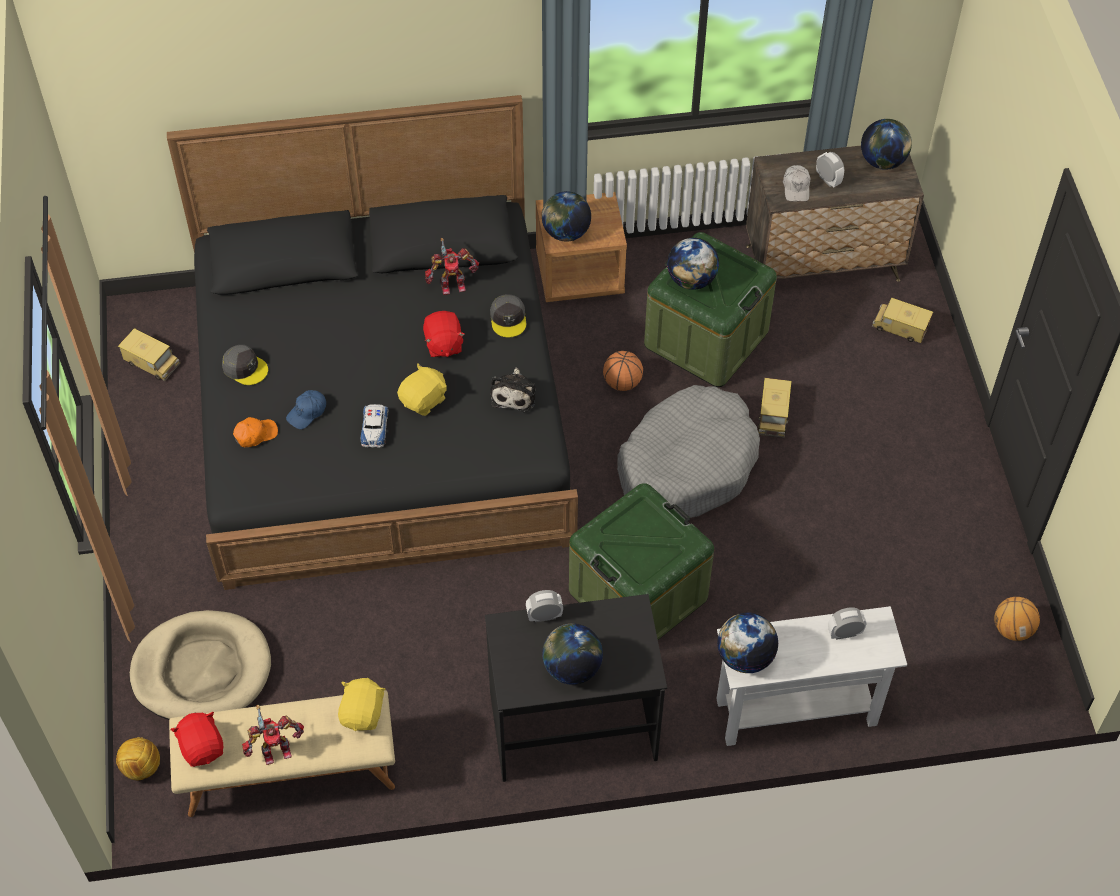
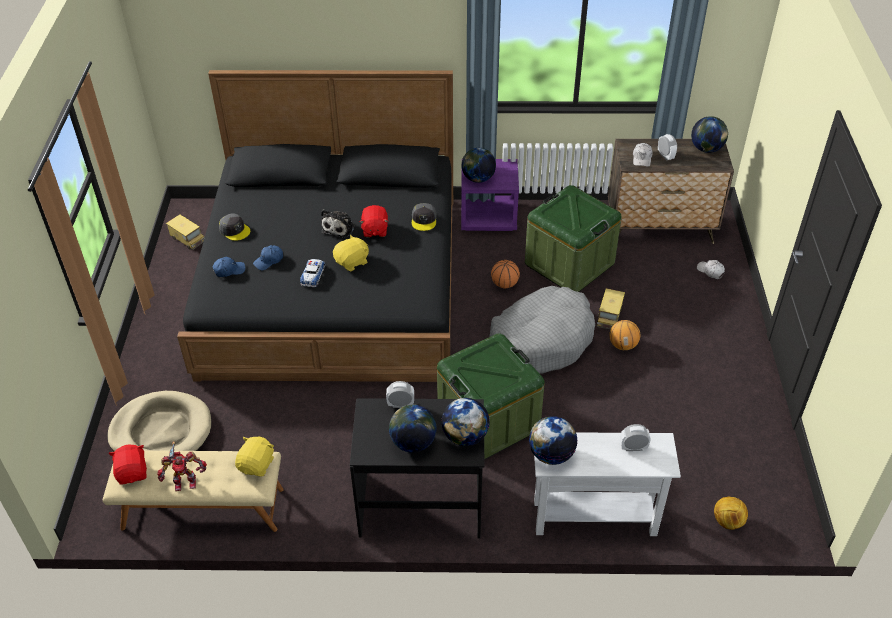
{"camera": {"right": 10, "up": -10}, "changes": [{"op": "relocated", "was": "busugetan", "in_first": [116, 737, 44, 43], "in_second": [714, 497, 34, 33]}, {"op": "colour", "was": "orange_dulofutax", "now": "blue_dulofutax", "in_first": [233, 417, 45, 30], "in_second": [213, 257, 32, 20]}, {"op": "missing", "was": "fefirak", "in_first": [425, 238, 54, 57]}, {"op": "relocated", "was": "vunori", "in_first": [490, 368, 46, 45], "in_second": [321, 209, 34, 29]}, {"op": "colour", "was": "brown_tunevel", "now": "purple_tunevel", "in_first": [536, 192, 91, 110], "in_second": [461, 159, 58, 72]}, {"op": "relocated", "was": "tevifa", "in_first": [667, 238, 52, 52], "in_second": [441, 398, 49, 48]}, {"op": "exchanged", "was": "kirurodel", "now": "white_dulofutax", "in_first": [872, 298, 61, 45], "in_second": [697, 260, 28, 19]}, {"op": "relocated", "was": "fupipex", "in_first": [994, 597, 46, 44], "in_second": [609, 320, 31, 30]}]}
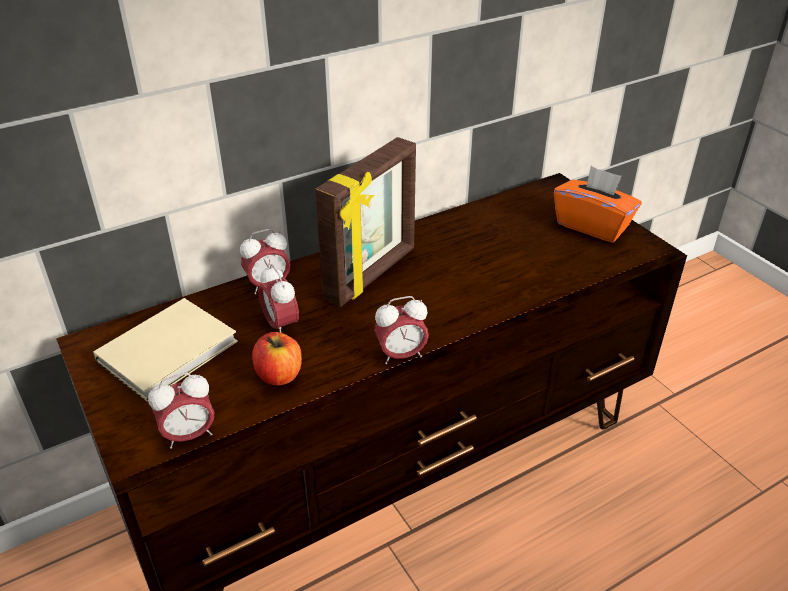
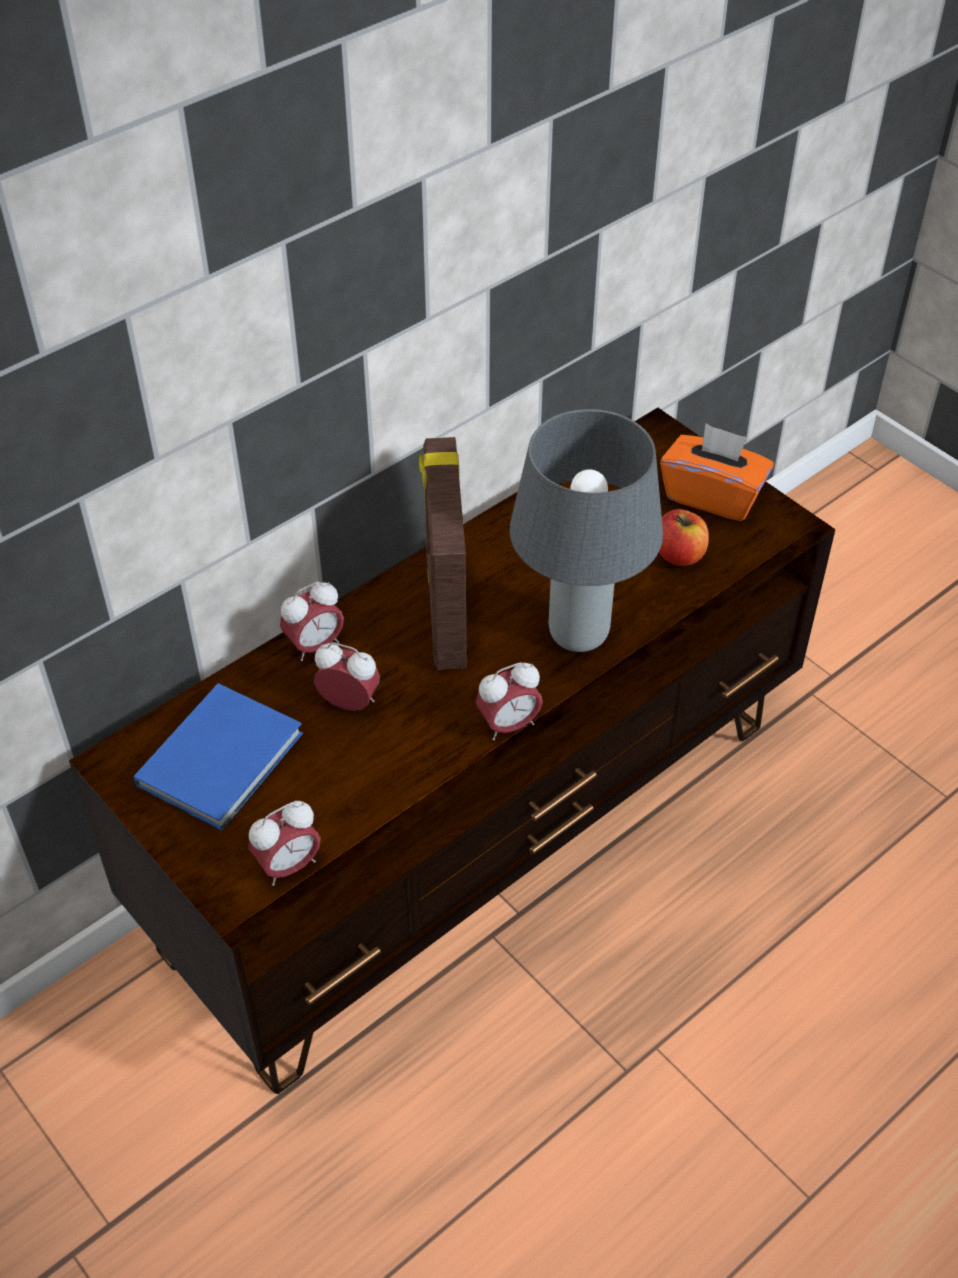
{"camera": {"right": -10, "up": 10}, "changes": [{"op": "colour", "was": "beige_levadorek", "now": "blue_levadorek", "in_first": [93, 298, 145, 104], "in_second": [134, 683, 169, 148]}, {"op": "relocated", "was": "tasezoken", "in_first": [252, 332, 50, 53], "in_second": [659, 509, 50, 57]}, {"op": "spun", "was": "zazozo", "in_first": [258, 264, 41, 68], "in_second": [314, 642, 66, 69], "clockwise": 150}, {"op": "spun", "was": "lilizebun", "in_first": [315, 137, 101, 170], "in_second": [419, 437, 48, 233], "clockwise": 150}, {"op": "appeared", "now": "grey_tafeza", "in_second": [510, 409, 153, 243]}]}
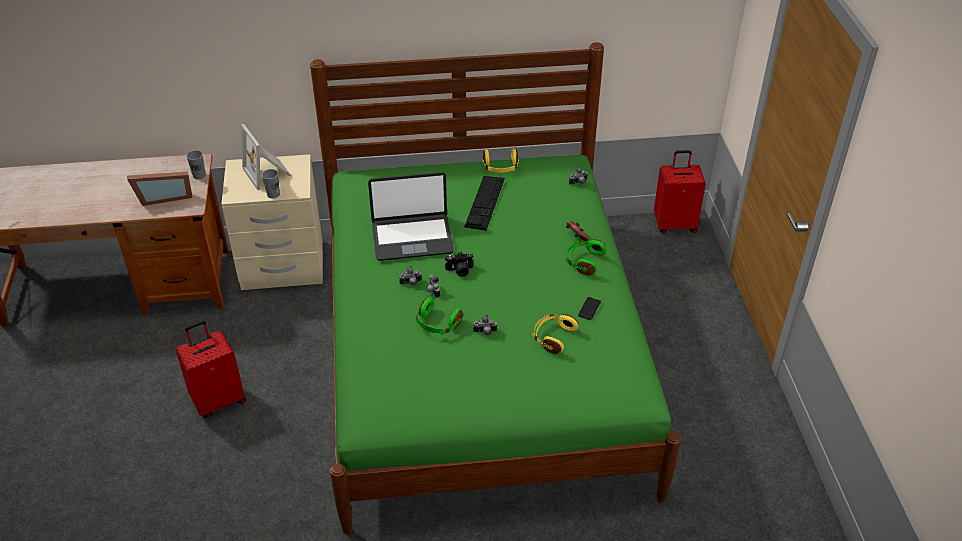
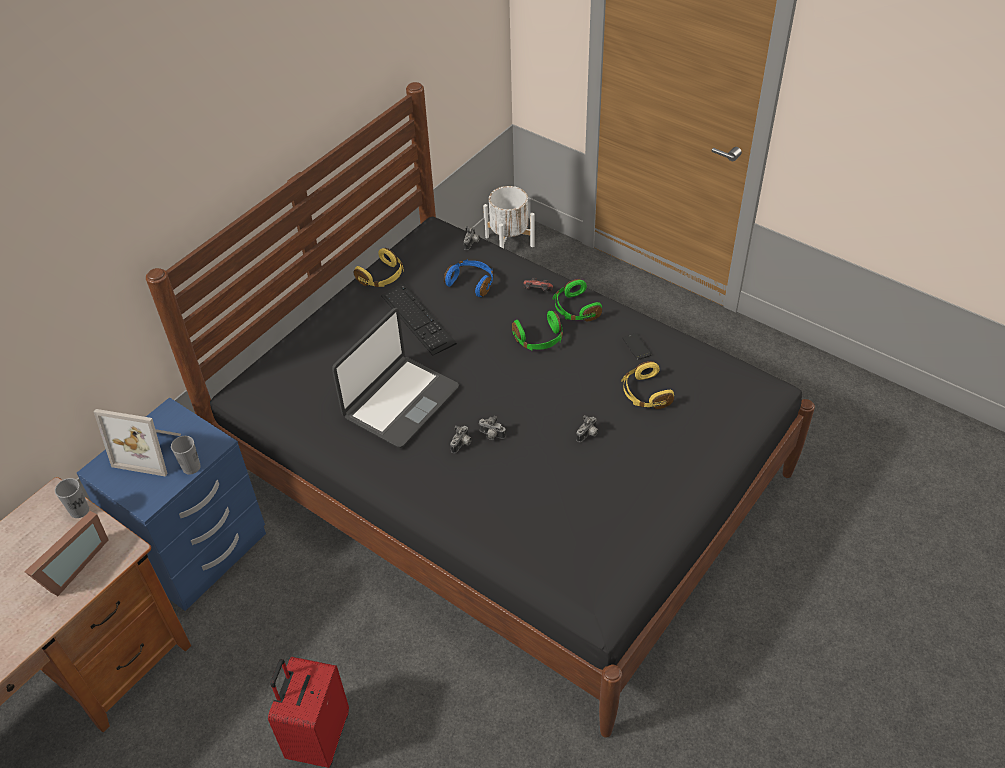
{"camera": {"right": -45, "up": 5}, "changes": [{"op": "colour", "was": "beige_tunevel", "now": "blue_tunevel", "in_first": [221, 154, 102, 136], "in_second": [77, 397, 189, 214]}, {"op": "colour", "was": "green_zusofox", "now": "black_zusofox", "in_first": [310, 42, 371, 493], "in_second": [146, 82, 669, 656]}, {"op": "relocated", "was": "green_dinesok", "in_first": [416, 298, 47, 37], "in_second": [512, 311, 51, 39]}, {"op": "missing", "was": "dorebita", "in_first": [445, 252, 29, 25]}, {"op": "exchanged", "was": "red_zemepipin", "now": "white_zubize", "in_first": [654, 150, 52, 84], "in_second": [483, 186, 52, 62]}, {"op": "appeared", "now": "blue_dinesok", "in_second": [444, 260, 49, 37]}]}
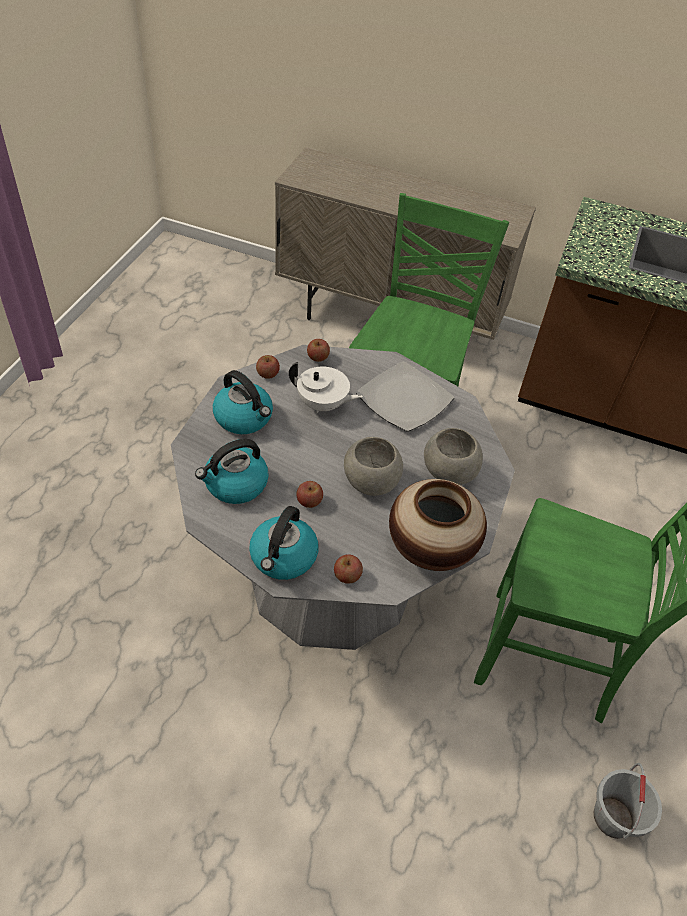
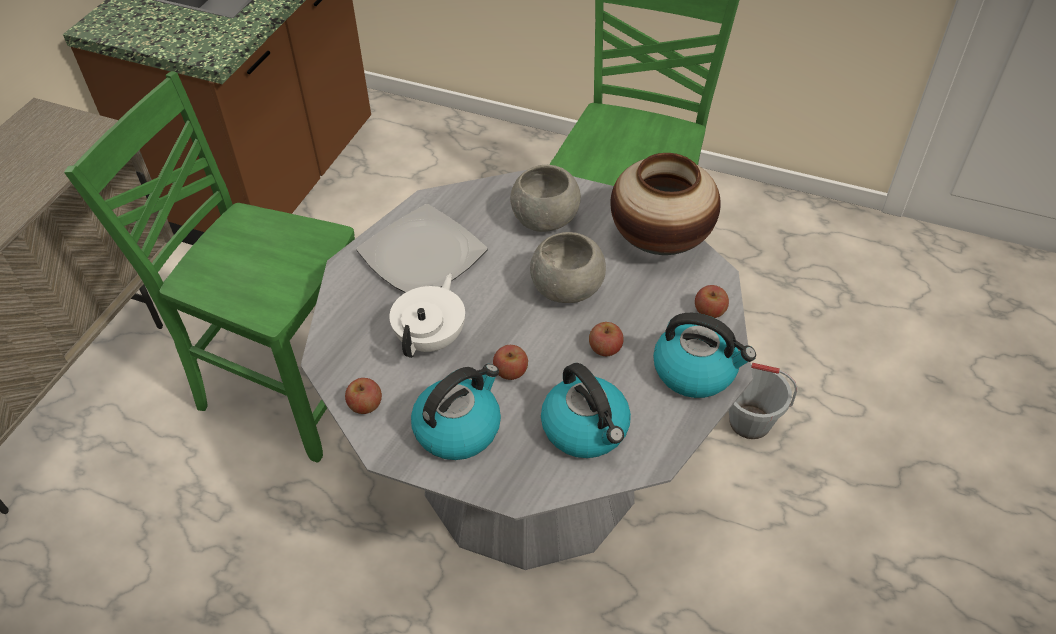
{"camera": {"right": -85, "up": 0}, "changes": [{"op": "relocated", "was": "tasezoken", "in_first": [307, 339, 23, 23], "in_second": [493, 345, 35, 35]}, {"op": "relocated", "was": "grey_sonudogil", "in_first": [594, 763, 68, 76], "in_second": [729, 363, 68, 76]}]}
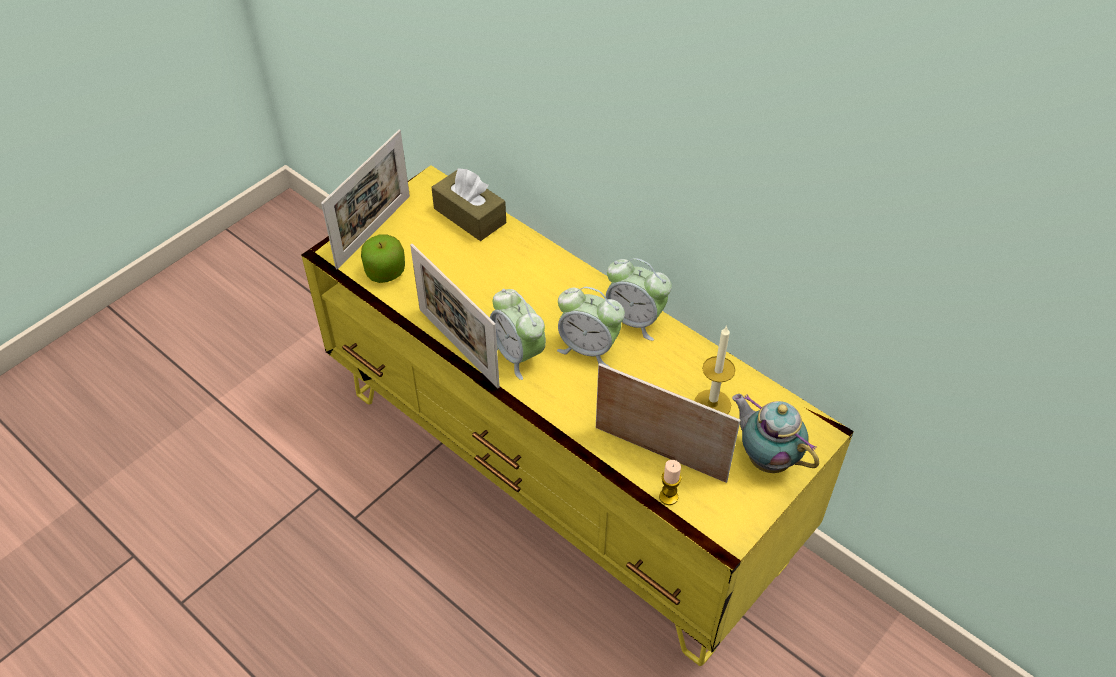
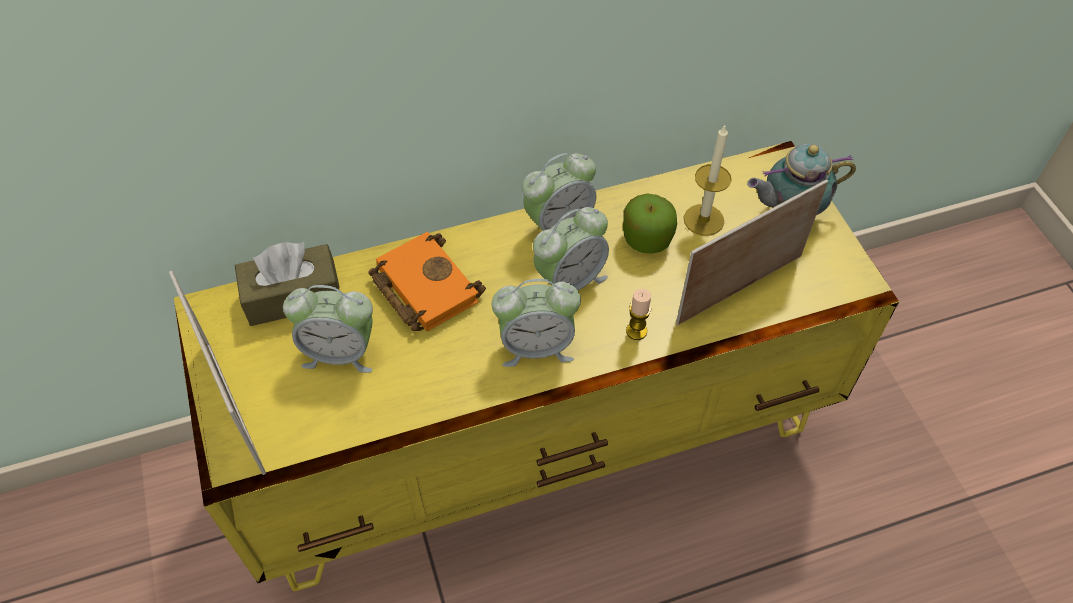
{"camera": {"right": -60, "up": 5}, "changes": [{"op": "relocated", "was": "tasezoken", "in_first": [361, 234, 44, 49], "in_second": [623, 194, 54, 60]}, {"op": "missing", "was": "lilizebun", "in_first": [410, 244, 90, 145]}, {"op": "relocated", "was": "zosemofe", "in_first": [659, 460, 23, 45], "in_second": [626, 289, 25, 51]}, {"op": "appeared", "now": "zazozo", "in_second": [283, 285, 90, 88]}, {"op": "appeared", "now": "orange_levadorek", "in_second": [368, 232, 118, 100]}]}
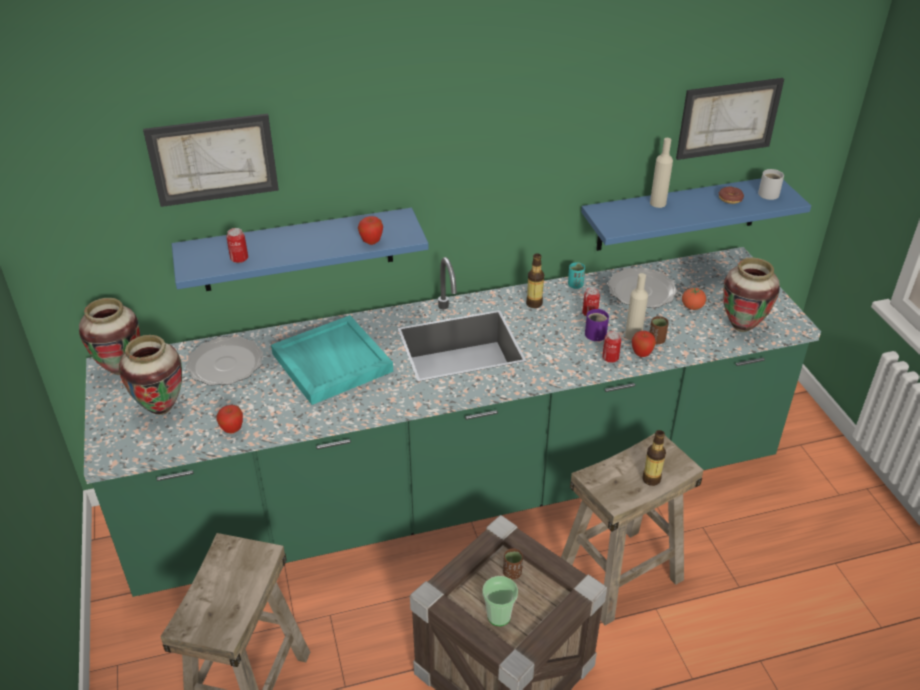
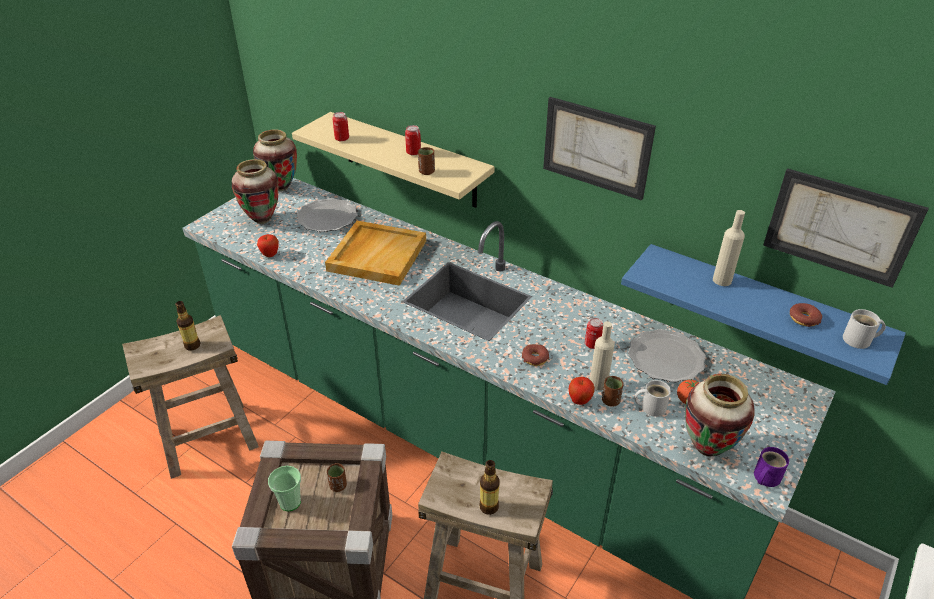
{"camera": {"right": 50, "up": 0}, "changes": [{"op": "relocated", "was": "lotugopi", "in_first": [143, 114, 136, 93], "in_second": [543, 97, 113, 104]}, {"op": "colour", "was": "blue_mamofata", "now": "beige_mamofata", "in_first": [172, 208, 257, 83], "in_second": [292, 112, 202, 96]}, {"op": "colour", "was": "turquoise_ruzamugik", "now": "beige_ruzamugik", "in_first": [271, 315, 122, 90], "in_second": [325, 221, 101, 65]}, {"op": "exchanged", "was": "tasezoken", "now": "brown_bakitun", "in_first": [358, 216, 25, 29], "in_second": [418, 147, 17, 28]}, {"op": "relocated", "was": "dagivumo", "in_first": [526, 253, 18, 55], "in_second": [175, 301, 25, 50]}, {"op": "missing", "was": "turquoise_bakitun", "in_first": [568, 262, 17, 27]}, {"op": "relocated", "was": "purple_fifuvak", "in_first": [585, 309, 24, 32], "in_second": [754, 447, 35, 40]}, {"op": "relocated", "was": "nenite", "in_first": [602, 331, 19, 32], "in_second": [405, 125, 16, 31]}, {"op": "appeared", "now": "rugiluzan", "in_second": [522, 344, 27, 22]}, {"op": "appeared", "now": "white_fifuvak", "in_second": [635, 380, 36, 37]}]}
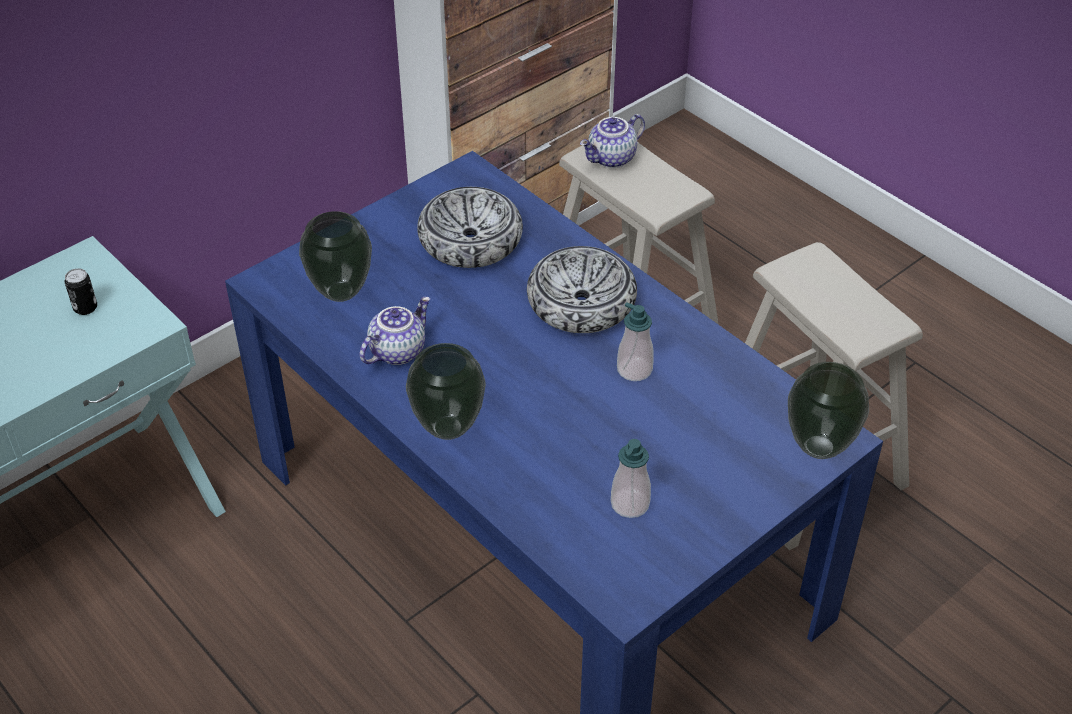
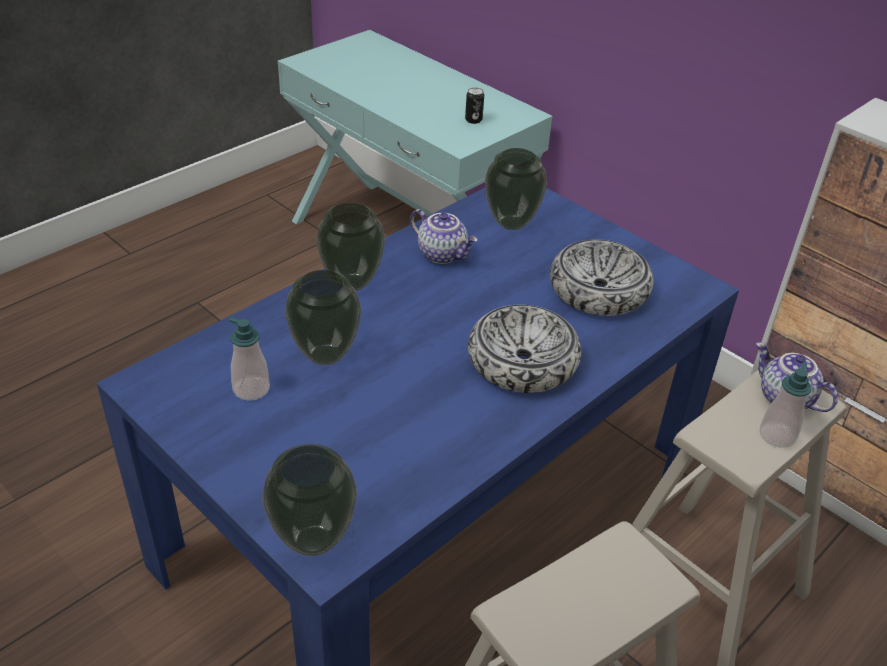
{"camera": {"right": 85, "up": -5}, "changes": [{"op": "relocated", "was": "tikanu", "in_first": [617, 302, 37, 79], "in_second": [760, 363, 51, 85]}, {"op": "appeared", "now": "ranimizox", "in_second": [285, 270, 76, 95]}]}
